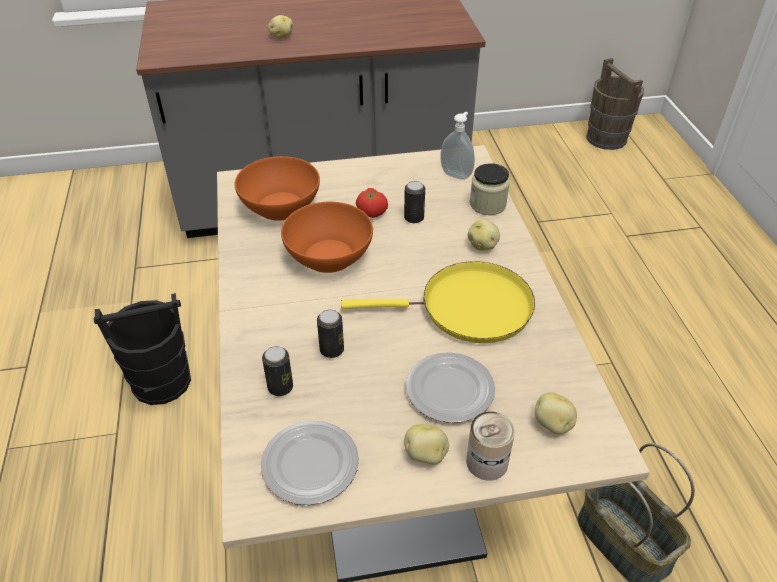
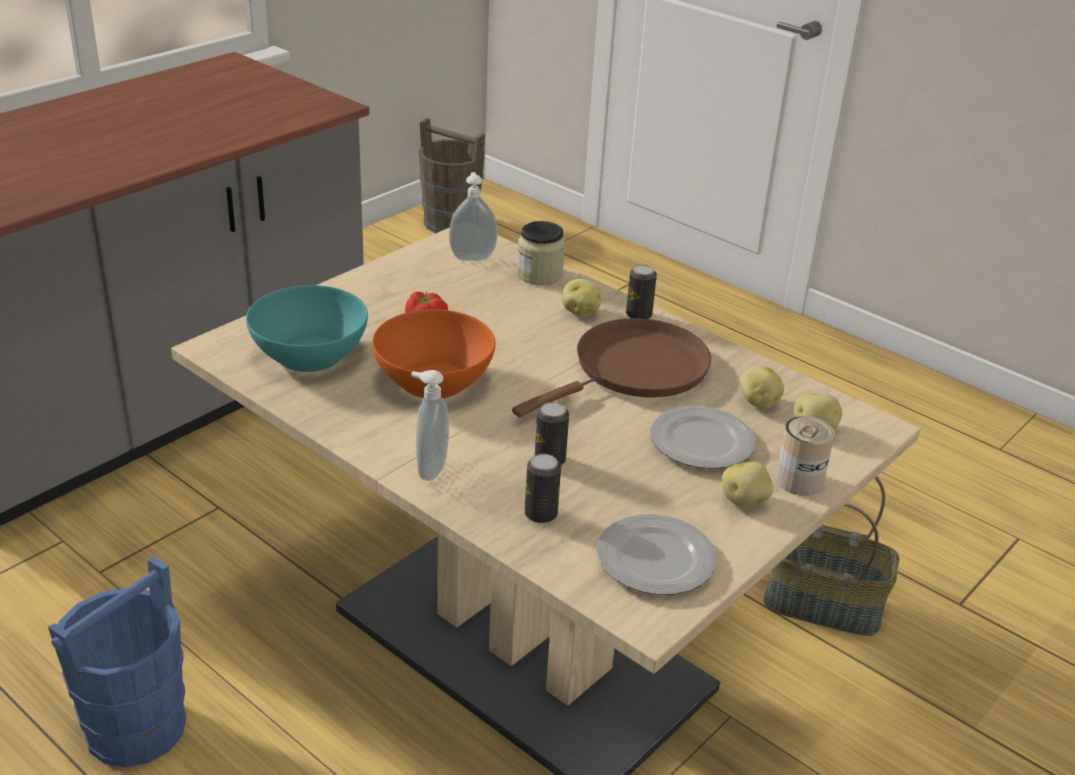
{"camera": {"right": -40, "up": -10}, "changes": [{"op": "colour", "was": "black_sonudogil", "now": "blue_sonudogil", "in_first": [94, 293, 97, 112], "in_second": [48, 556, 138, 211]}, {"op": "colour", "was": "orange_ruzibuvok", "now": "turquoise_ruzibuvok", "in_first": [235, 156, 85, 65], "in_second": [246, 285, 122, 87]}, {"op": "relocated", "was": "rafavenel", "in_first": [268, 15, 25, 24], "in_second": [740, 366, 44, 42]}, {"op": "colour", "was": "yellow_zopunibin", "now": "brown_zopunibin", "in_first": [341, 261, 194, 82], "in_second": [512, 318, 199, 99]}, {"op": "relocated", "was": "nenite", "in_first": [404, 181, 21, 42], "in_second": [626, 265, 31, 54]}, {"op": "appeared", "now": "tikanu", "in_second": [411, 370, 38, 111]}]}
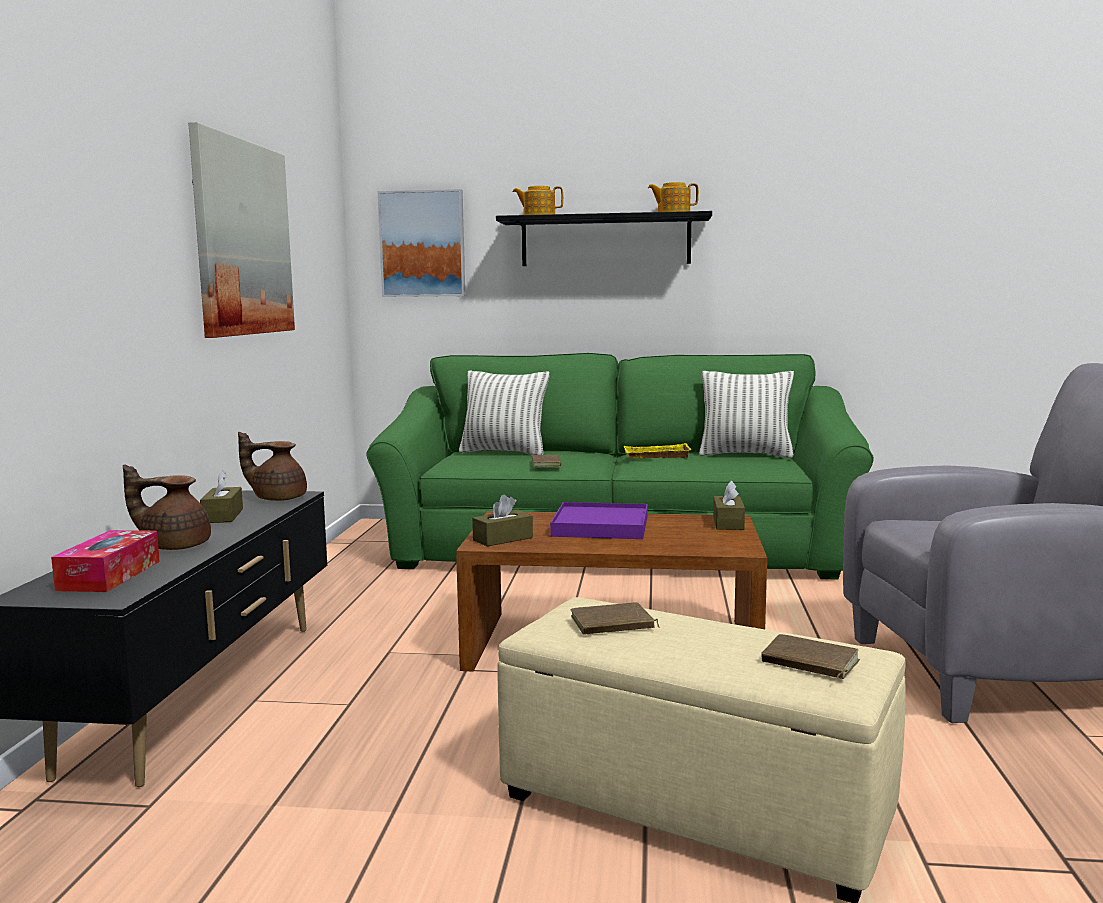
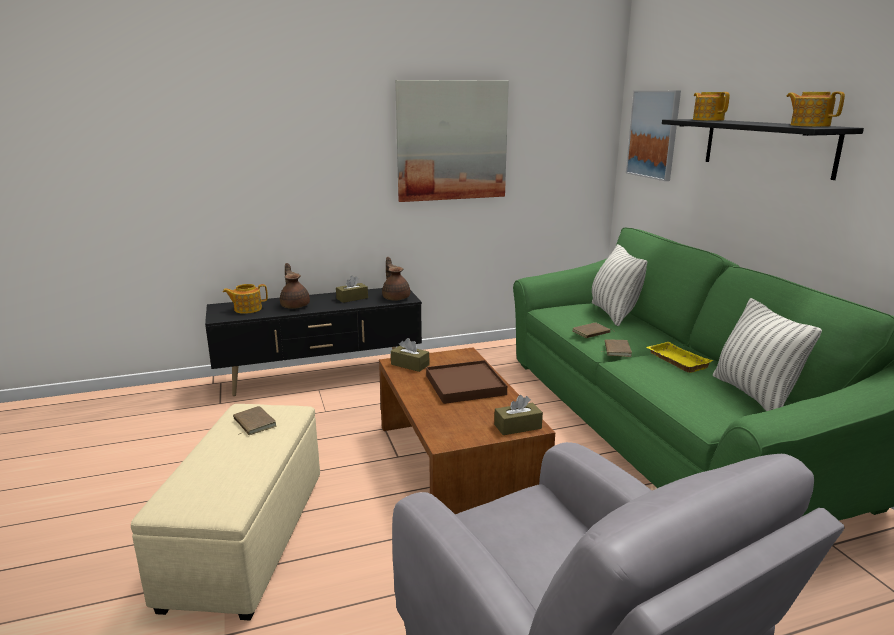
{"camera": {"right": 65, "up": 10}, "changes": [{"op": "exchanged", "was": "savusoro", "now": "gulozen", "in_first": [51, 530, 109, 62], "in_second": [223, 284, 45, 30]}, {"op": "colour", "was": "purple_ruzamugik", "now": "brown_ruzamugik", "in_first": [550, 502, 98, 37], "in_second": [426, 360, 81, 44]}, {"op": "relocated", "was": "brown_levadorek", "in_first": [761, 634, 99, 45], "in_second": [601, 339, 31, 18]}]}
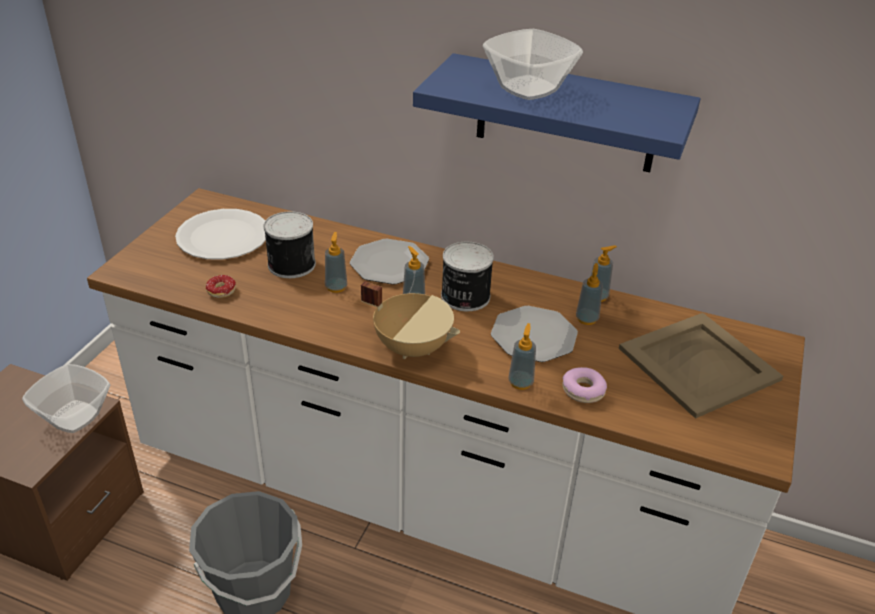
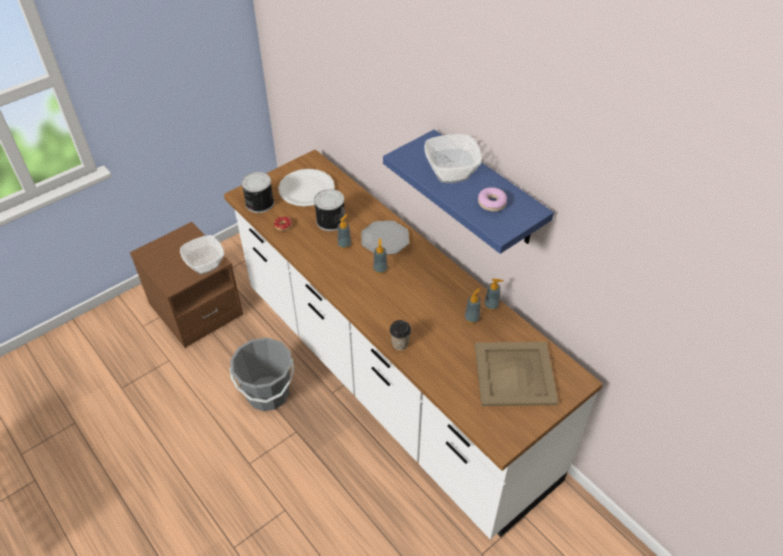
{"camera": {"right": 30, "up": 10}, "changes": [{"op": "missing", "was": "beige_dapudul", "in_first": [361, 281, 99, 78]}, {"op": "relocated", "was": "nenite", "in_first": [441, 242, 53, 69], "in_second": [241, 172, 33, 41]}, {"op": "missing", "was": "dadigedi", "in_first": [491, 306, 87, 56]}, {"op": "exchanged", "was": "tikanu", "now": "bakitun", "in_first": [509, 323, 27, 67], "in_second": [390, 320, 21, 30]}, {"op": "relocated", "was": "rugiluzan", "in_first": [563, 367, 44, 36], "in_second": [478, 187, 29, 25]}]}
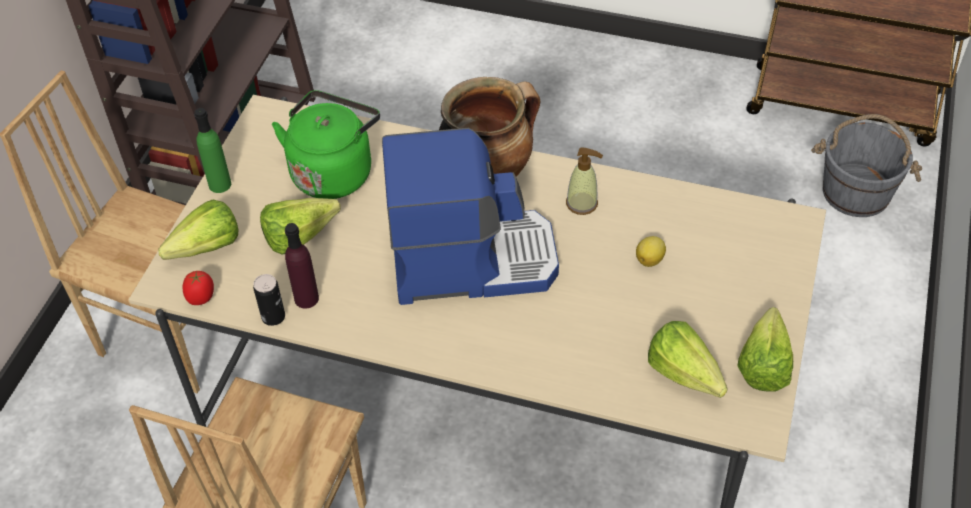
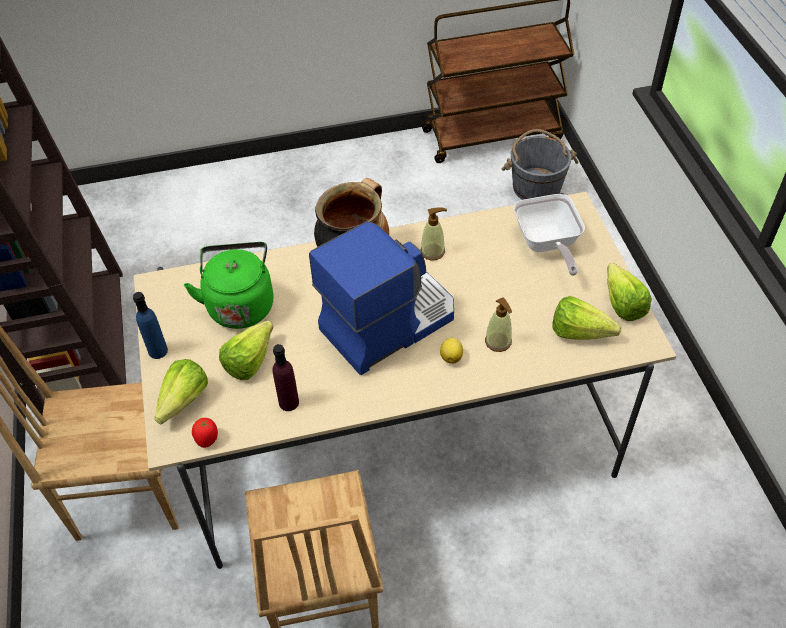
{"camera": {"right": -30, "up": 0}, "changes": [{"op": "colour", "was": "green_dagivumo", "now": "blue_dagivumo", "in_first": [194, 108, 37, 85], "in_second": [133, 292, 35, 67]}, {"op": "missing", "was": "nenite", "in_first": [253, 274, 32, 52]}, {"op": "relocated", "was": "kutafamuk", "in_first": [636, 236, 30, 31], "in_second": [440, 338, 23, 26]}, {"op": "appeared", "now": "tikanu", "in_second": [485, 298, 27, 54]}, {"op": "appeared", "now": "zopunibin", "in_second": [513, 194, 72, 82]}]}
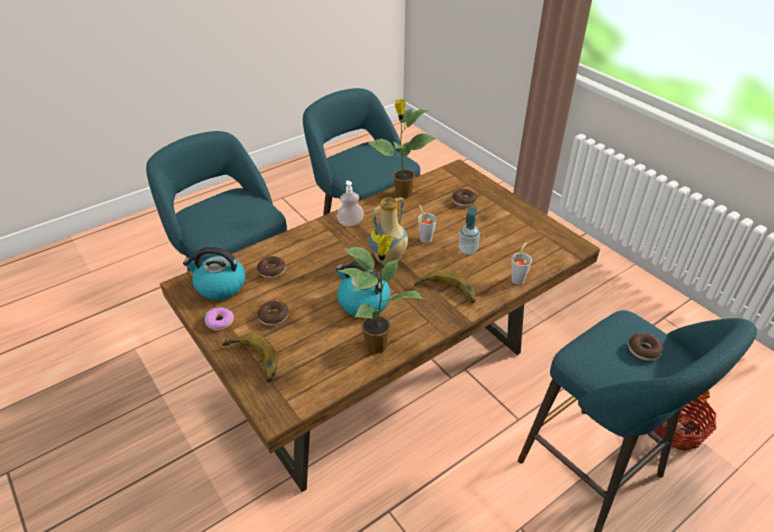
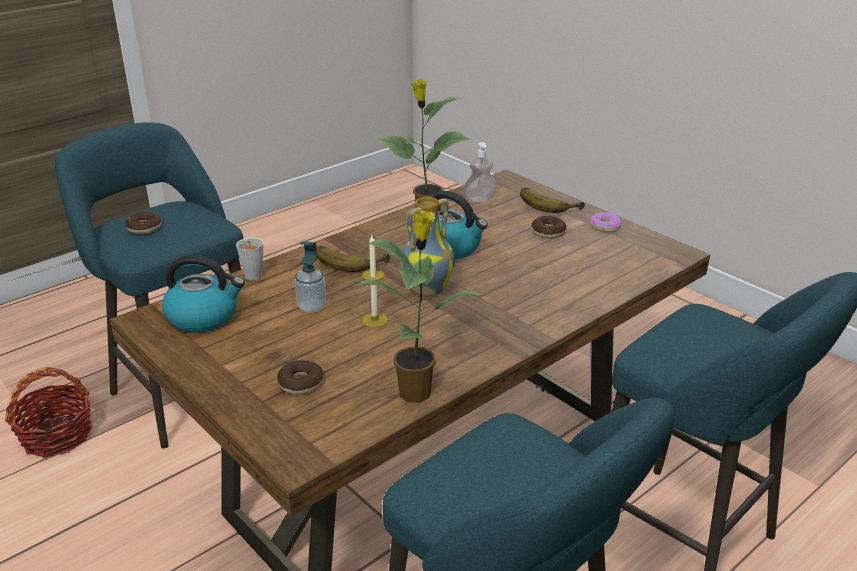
{"camera": {"right": 175, "up": -10}, "changes": [{"op": "relocated", "was": "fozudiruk", "in_first": [183, 247, 63, 53], "in_second": [162, 255, 83, 78]}, {"op": "missing", "was": "rugiluzan", "in_first": [257, 256, 29, 22]}, {"op": "relocated", "was": "tikanu", "in_first": [337, 180, 27, 46], "in_second": [464, 142, 33, 60]}, {"op": "exchanged", "was": "grey_bakitun", "now": "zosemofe", "in_first": [418, 204, 19, 39], "in_second": [362, 235, 26, 92]}]}
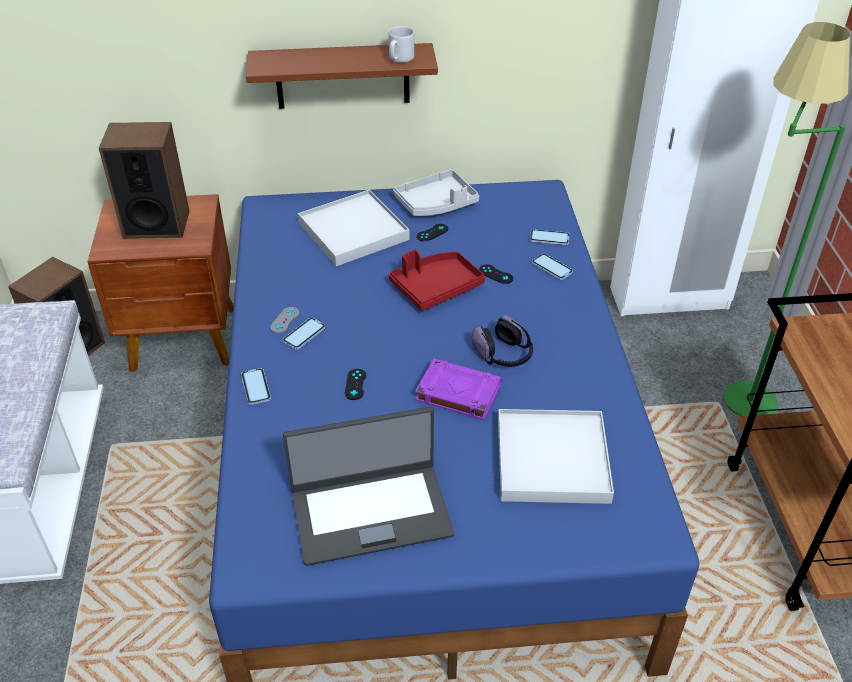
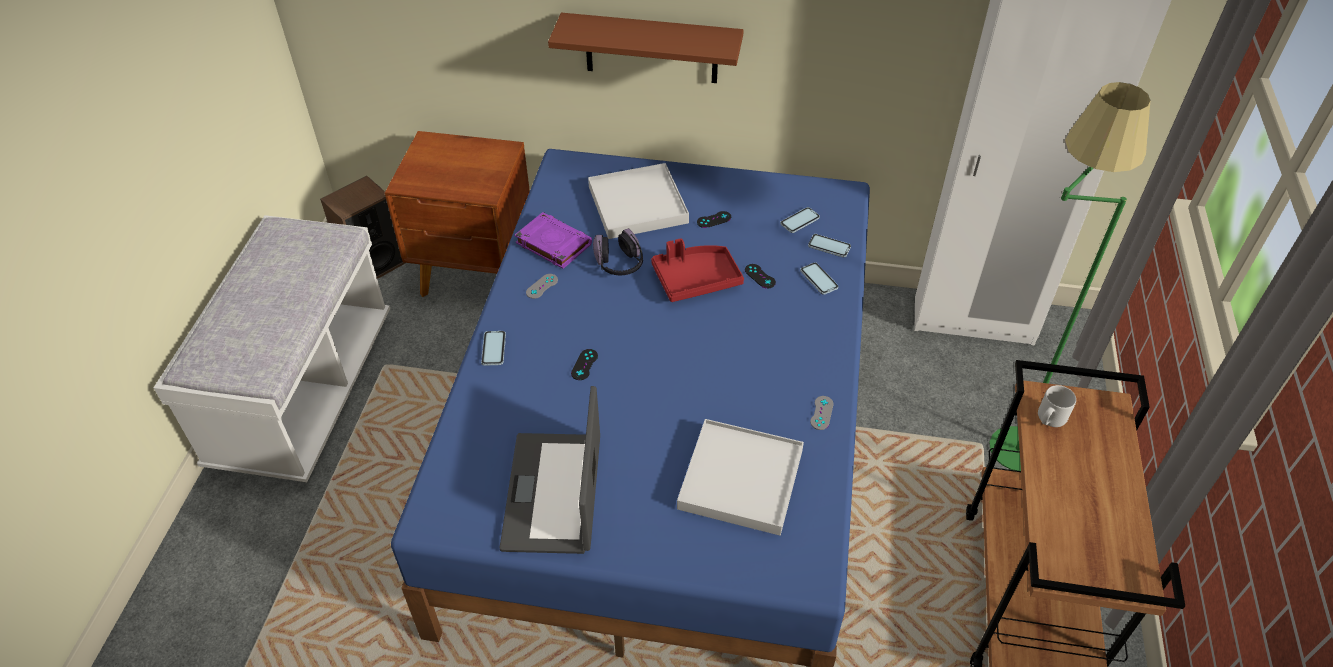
{"camera": {"right": 15, "up": 5}, "changes": [{"op": "missing", "was": "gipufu", "in_first": [99, 122, 90, 117]}, {"op": "relocated", "was": "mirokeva", "in_first": [282, 318, 44, 32], "in_second": [780, 207, 40, 26]}, {"op": "spun", "was": "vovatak", "in_first": [283, 407, 171, 159], "in_second": [499, 386, 101, 168], "clockwise": 90}, {"op": "relocated", "was": "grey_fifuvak", "in_first": [389, 26, 25, 37], "in_second": [1038, 385, 38, 42]}, {"op": "missing", "was": "grey_ruzamugik", "in_first": [393, 169, 86, 47]}, {"op": "relocated", "was": "purple_levadorek", "in_first": [415, 359, 87, 61], "in_second": [515, 212, 77, 57]}, {"op": "relocated", "was": "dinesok", "in_first": [472, 315, 61, 52], "in_second": [593, 228, 50, 47]}, {"op": "appeared", "now": "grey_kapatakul", "in_second": [810, 396, 24, 34]}]}
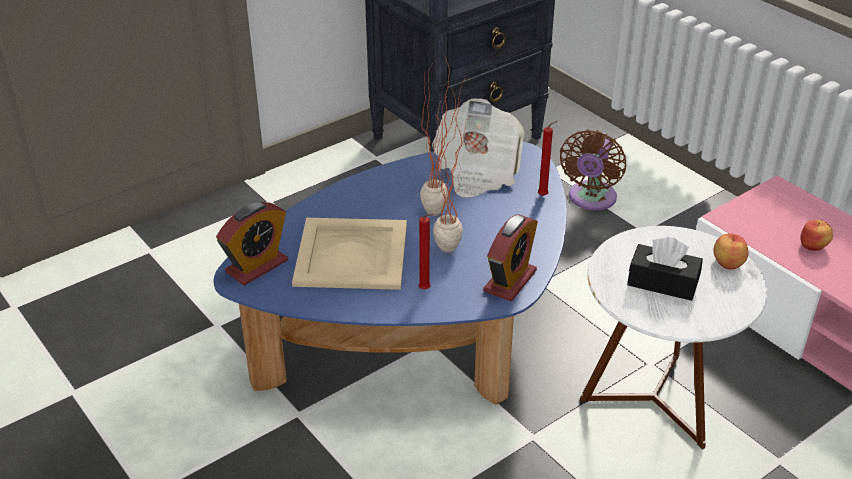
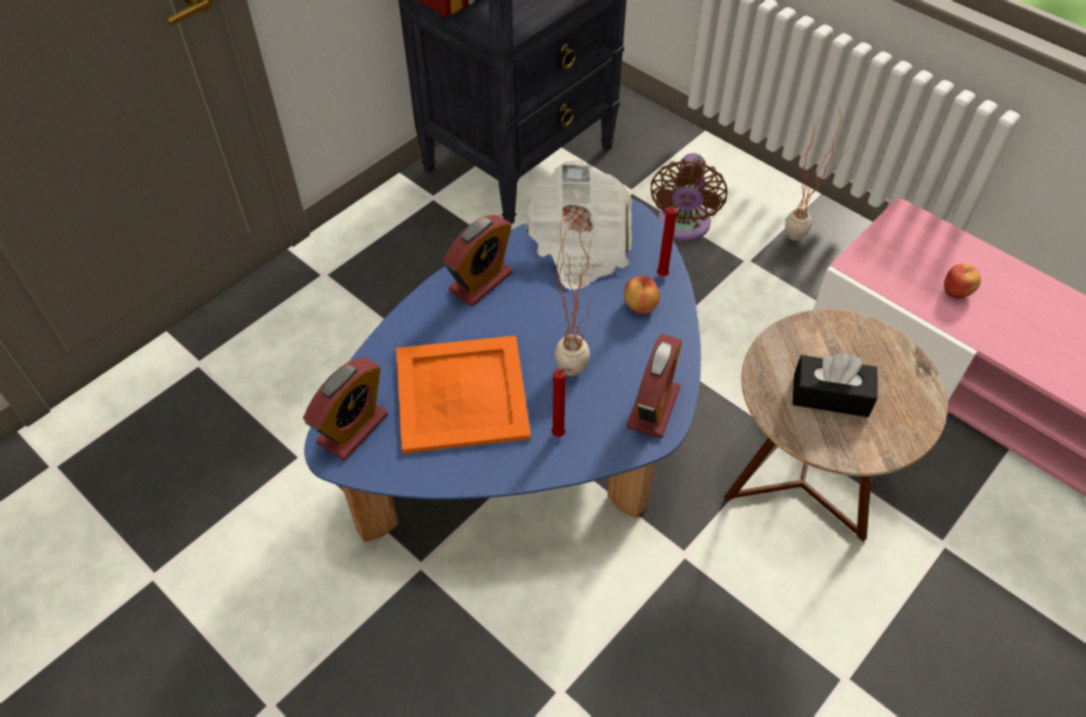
{"camera": {"right": -10, "up": 15}, "changes": [{"op": "colour", "was": "beige_ruzamugik", "now": "orange_ruzamugik", "in_first": [292, 218, 115, 72], "in_second": [396, 336, 135, 117]}, {"op": "relocated", "was": "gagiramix", "in_first": [420, 57, 48, 159], "in_second": [785, 108, 65, 133]}, {"op": "colour", "was": "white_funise", "now": "brown_funise", "in_first": [580, 226, 187, 224], "in_second": [724, 309, 223, 233]}, {"op": "relocated", "was": "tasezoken", "in_first": [714, 233, 34, 37], "in_second": [624, 276, 36, 38]}, {"op": "appeared", "now": "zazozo", "in_second": [443, 215, 69, 91]}]}
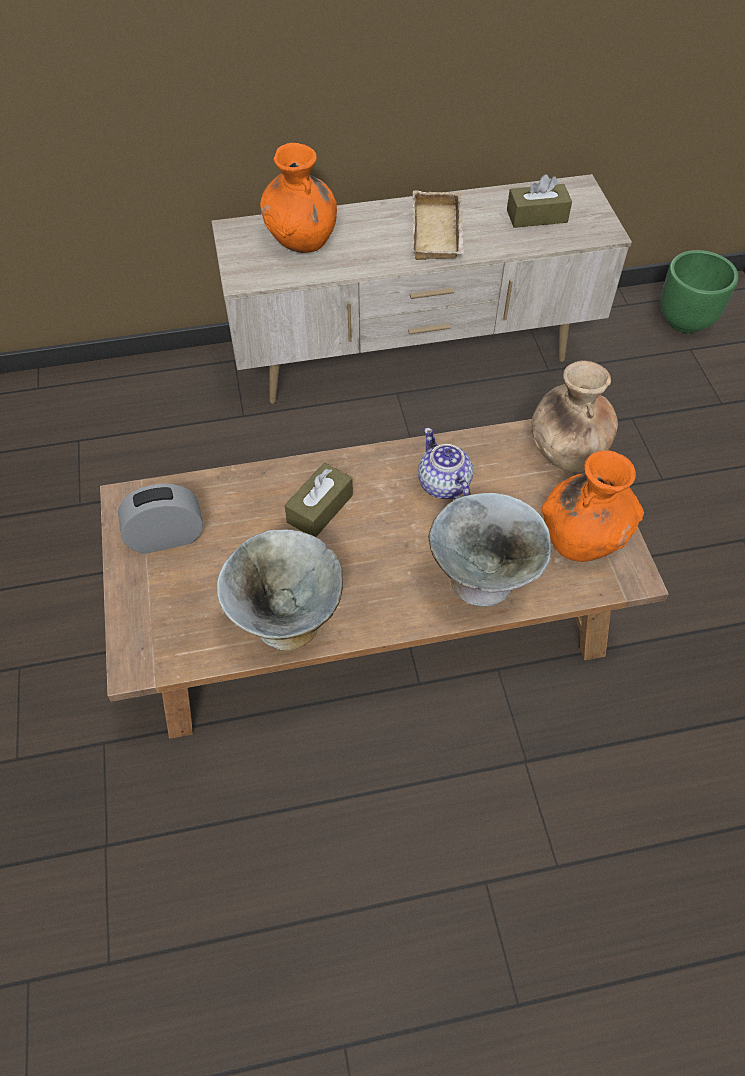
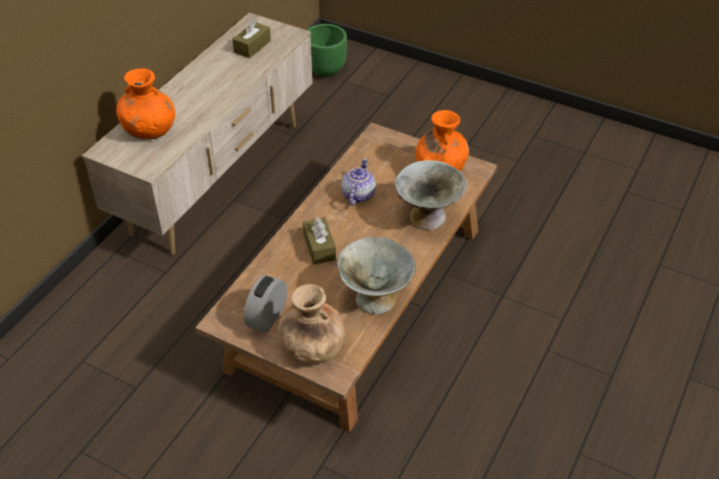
{"camera": {"right": -50, "up": -10}, "changes": [{"op": "missing", "was": "beige_ruzamugik", "in_first": [412, 190, 52, 70]}, {"op": "spun", "was": "gulozen", "in_first": [418, 428, 55, 72], "in_second": [341, 158, 35, 48], "clockwise": 90}, {"op": "relocated", "was": "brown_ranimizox", "in_first": [531, 360, 87, 112], "in_second": [279, 284, 66, 80]}]}
